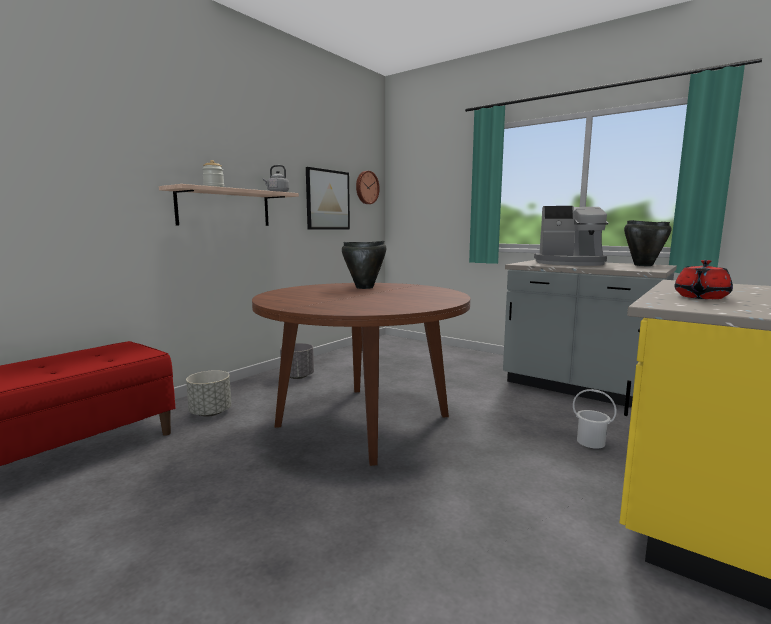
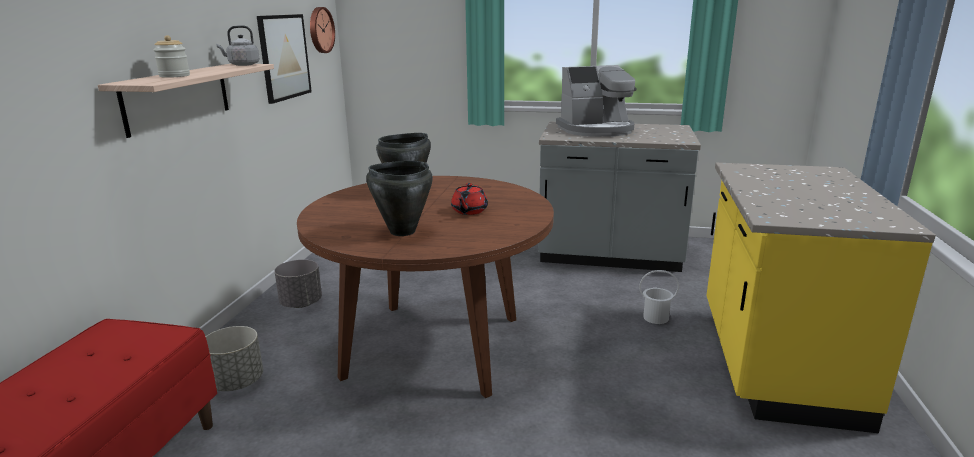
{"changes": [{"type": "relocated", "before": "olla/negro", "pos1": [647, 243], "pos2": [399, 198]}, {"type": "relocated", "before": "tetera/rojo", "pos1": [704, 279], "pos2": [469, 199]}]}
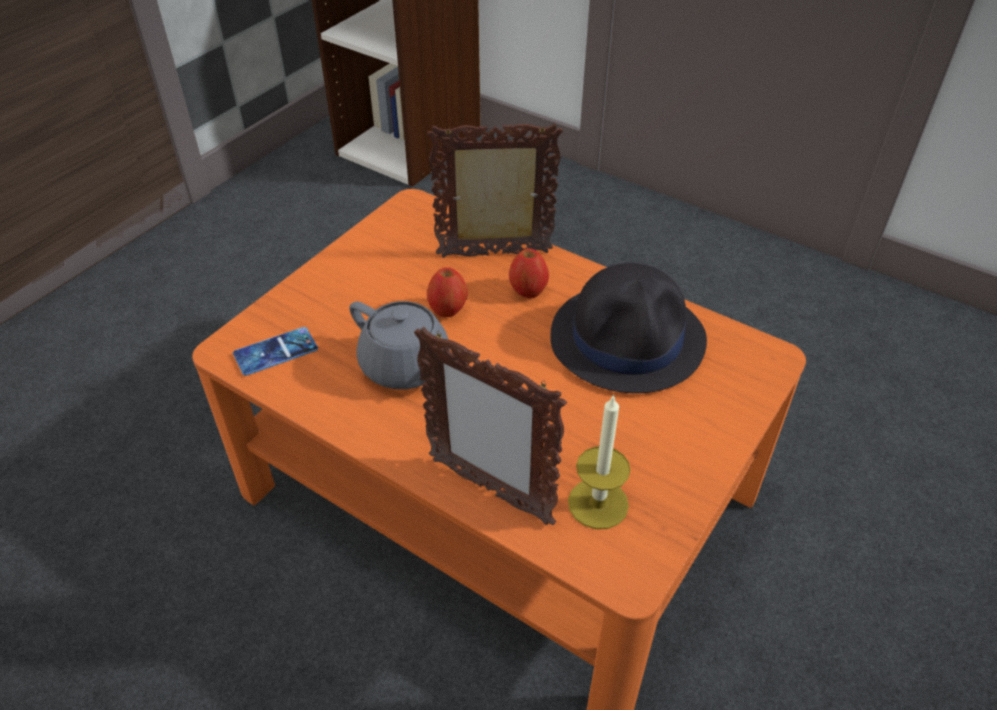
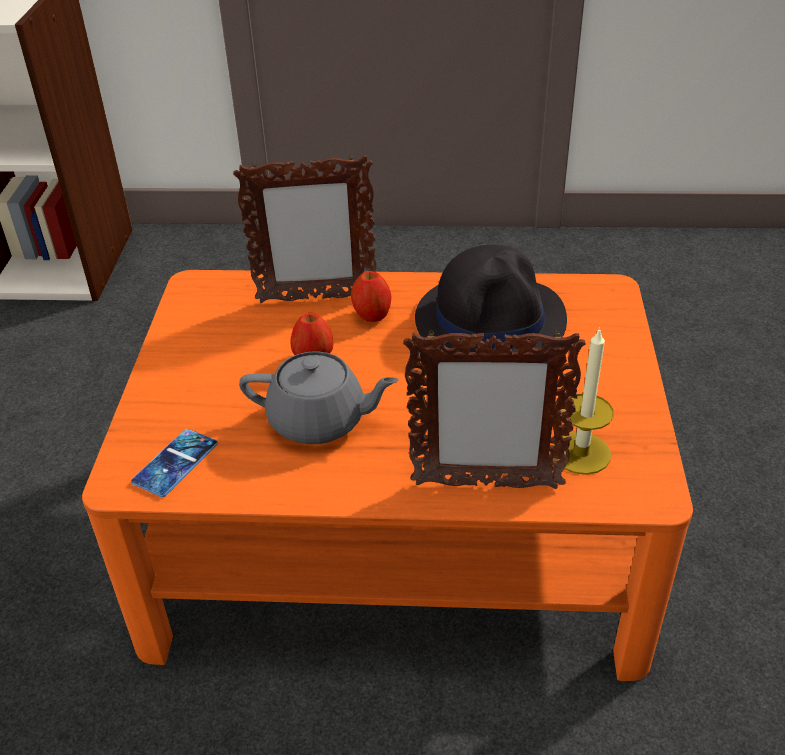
{"changes": [{"type": "spun", "before": "portarretratos", "pos1": [495, 190], "pos2": [304, 228], "turn": -150}]}
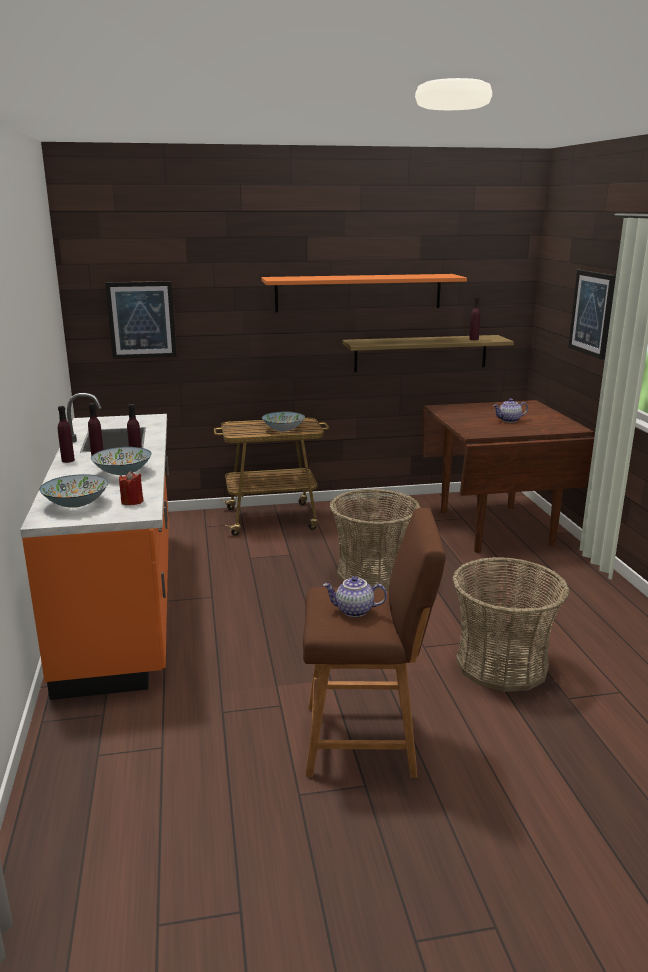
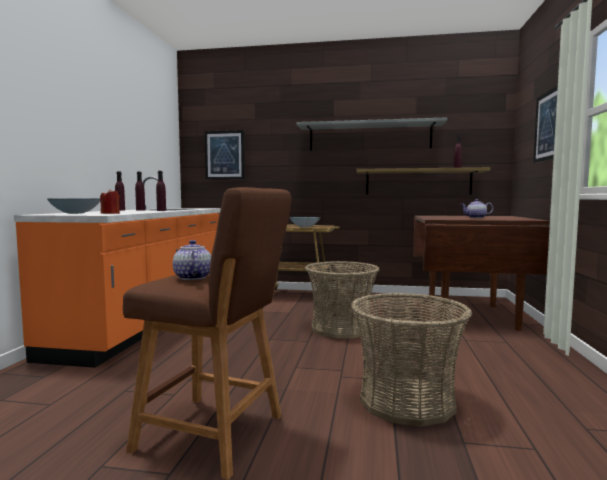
{"changes": [{"type": "missing", "before": "cuenco", "pos1": [121, 461]}, {"type": "colour", "before": "estante/naranja", "after": "estante/gris", "pos1": [364, 293], "pos2": [371, 134]}, {"type": "spun", "before": "tetera", "pos1": [355, 596], "pos2": [192, 260], "turn": 45}]}
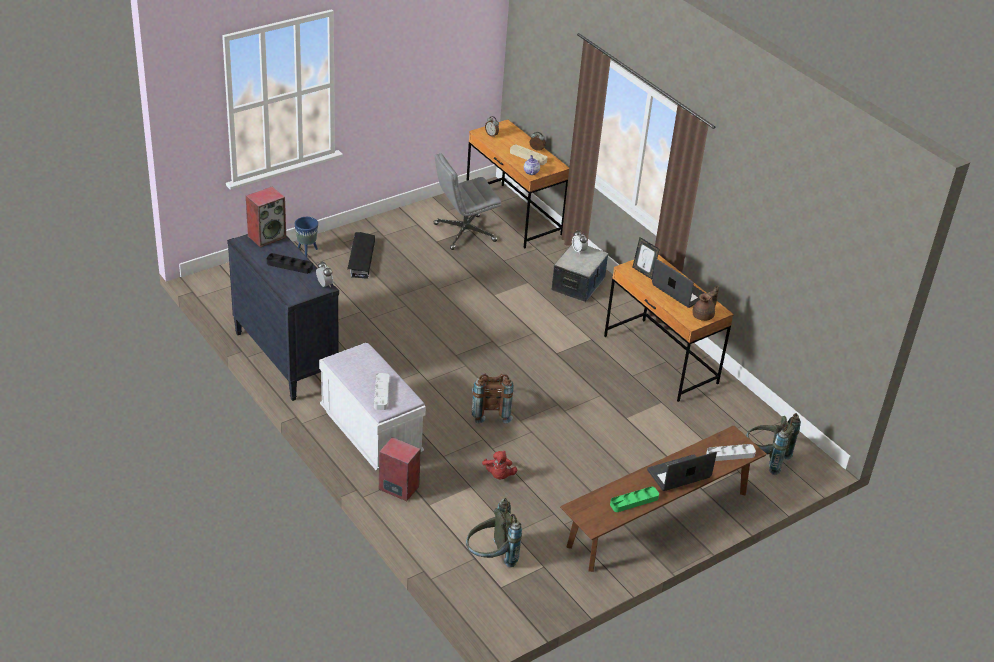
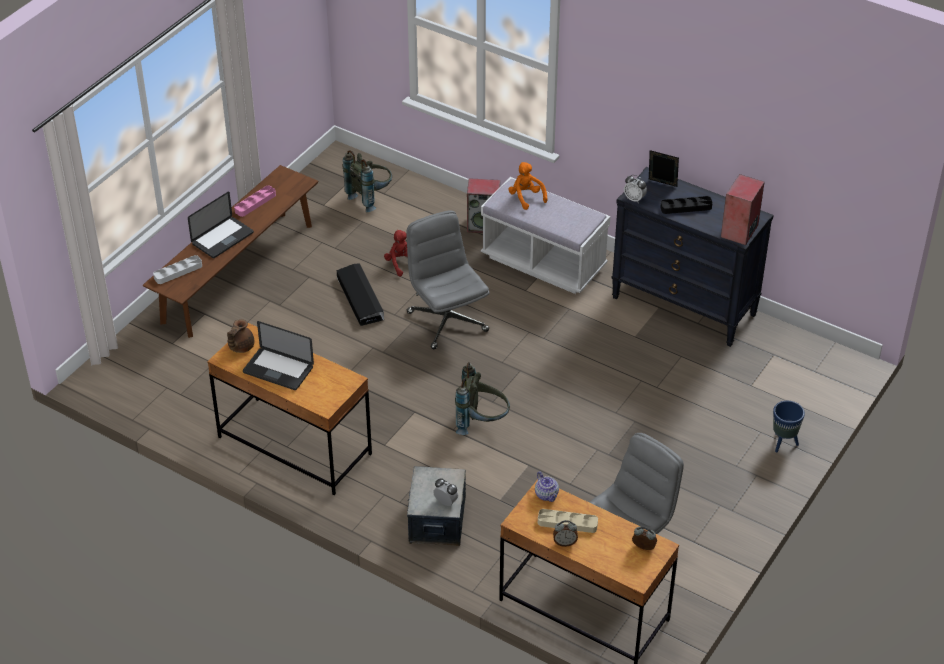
{"changes": [{"type": "relocated", "before": "caja de almacenaje/negro", "pos1": [361, 255], "pos2": [360, 294]}, {"type": "relocated", "before": "portarretratos", "pos1": [646, 258], "pos2": [664, 168]}, {"type": "relocated", "before": "mochila/gris", "pos1": [773, 444], "pos2": [482, 398]}, {"type": "exchanged", "before": "bandeja/gris", "after": "peluche/naranja", "pos1": [381, 391], "pos2": [527, 186]}, {"type": "exchanged", "before": "mochila/marrón", "after": "silla de oficina/gris", "pos1": [493, 399], "pos2": [448, 279]}, {"type": "colour", "before": "bandeja/verde", "after": "bandeja/rosa", "pos1": [634, 499], "pos2": [255, 201]}]}
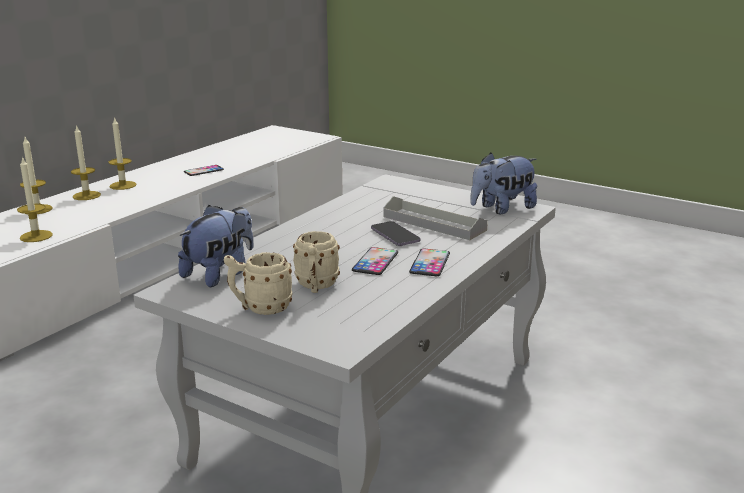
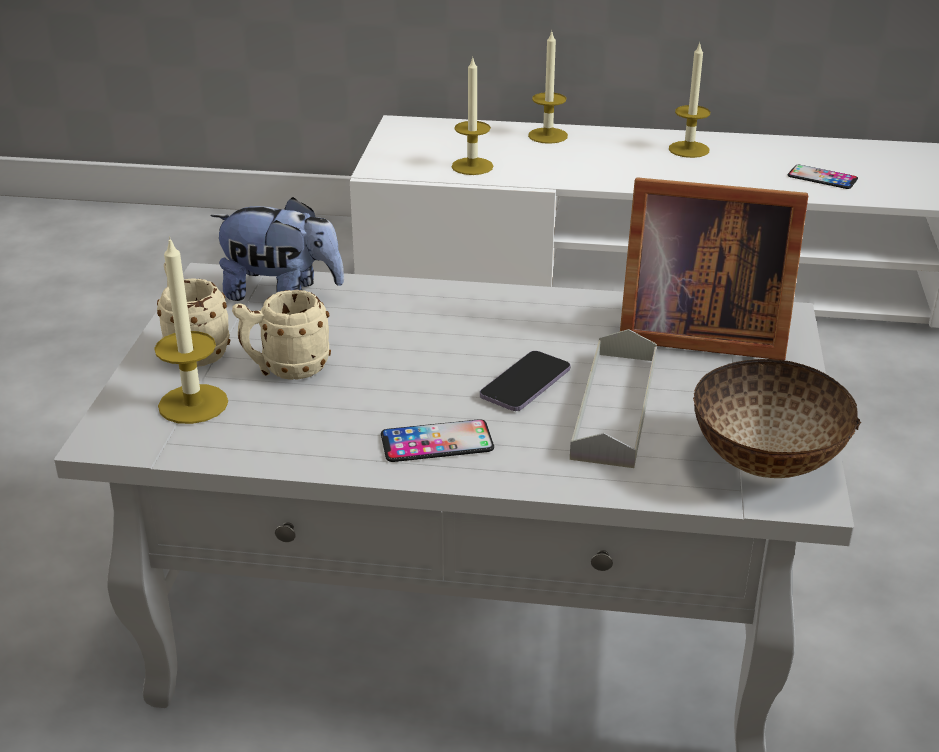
{"changes": [{"type": "missing", "before": "móvil", "pos1": [375, 261]}, {"type": "appeared", "after": "portarretratos", "pos2": [714, 268]}, {"type": "relocated", "before": "vela", "pos1": [86, 162], "pos2": [191, 330]}, {"type": "exchanged", "before": "peluche", "after": "cuenco", "pos1": [503, 183], "pos2": [777, 418]}]}
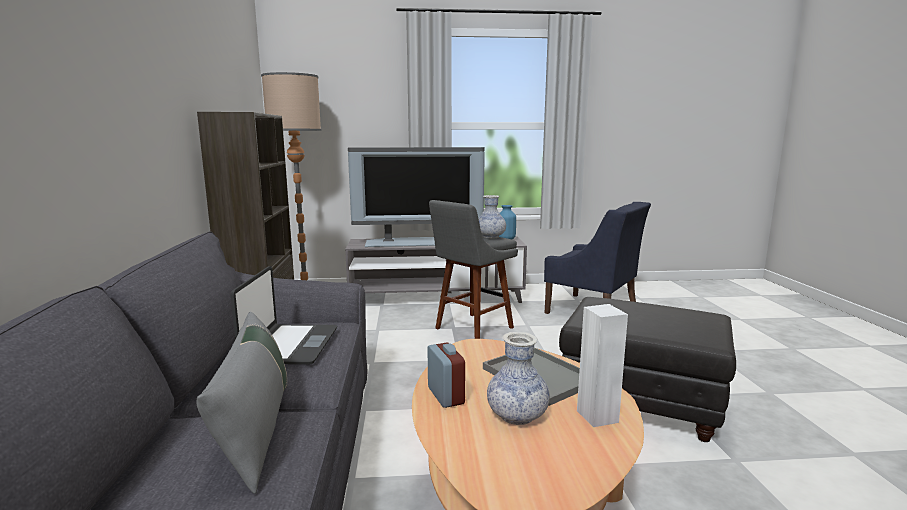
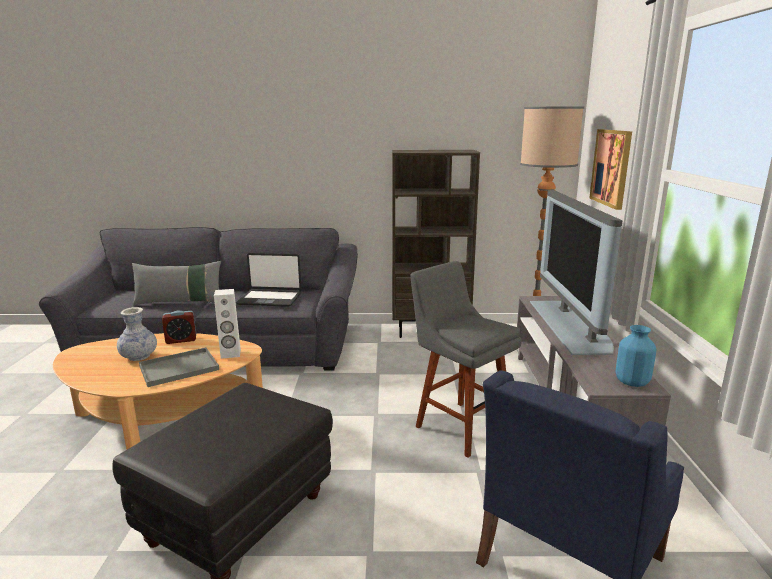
{"changes": [{"type": "missing", "before": "florero", "pos1": [492, 217]}, {"type": "appeared", "after": "cuadro", "pos2": [611, 169]}, {"type": "relocated", "before": "altavoz/blanco", "pos1": [602, 365], "pos2": [227, 324]}]}
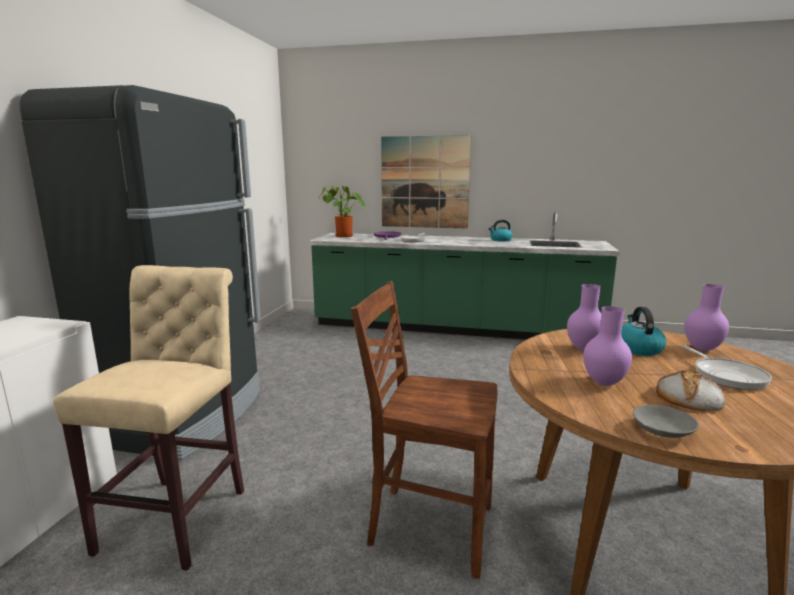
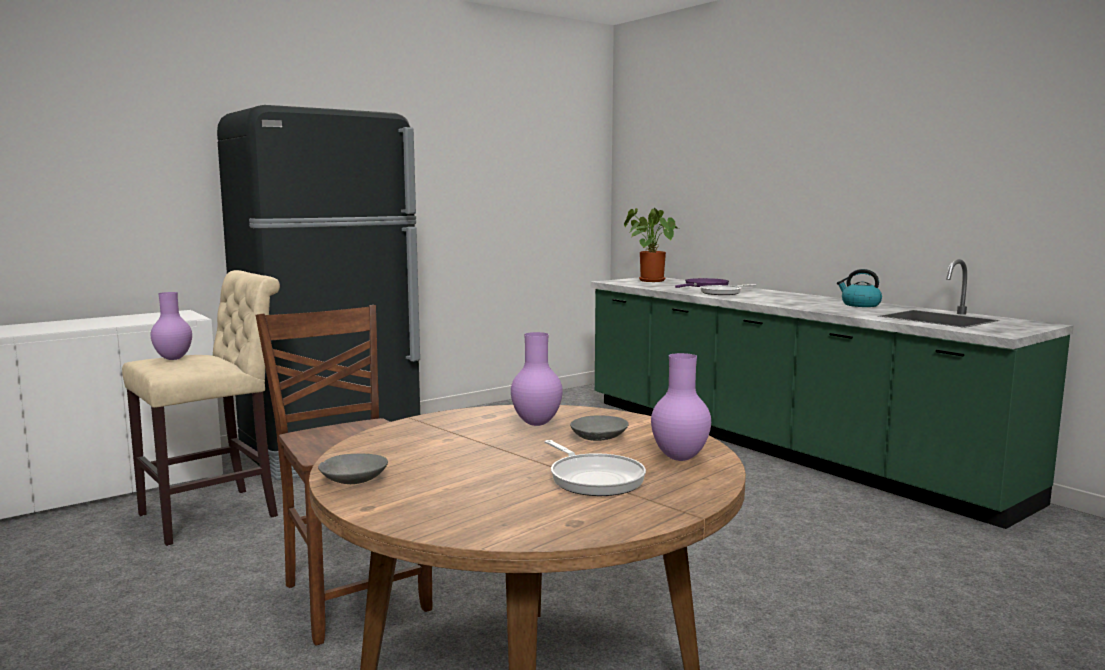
{"changes": [{"type": "missing", "before": "cuadro", "pos1": [426, 182]}, {"type": "missing", "before": "pan", "pos1": [690, 391]}, {"type": "relocated", "before": "florero/morado", "pos1": [607, 346], "pos2": [171, 326]}, {"type": "exchanged", "before": "hervidor", "after": "cuenco/gris", "pos1": [643, 331], "pos2": [599, 428]}, {"type": "spun", "before": "sartén", "pos1": [726, 367], "pos2": [595, 468], "turn": -60}]}
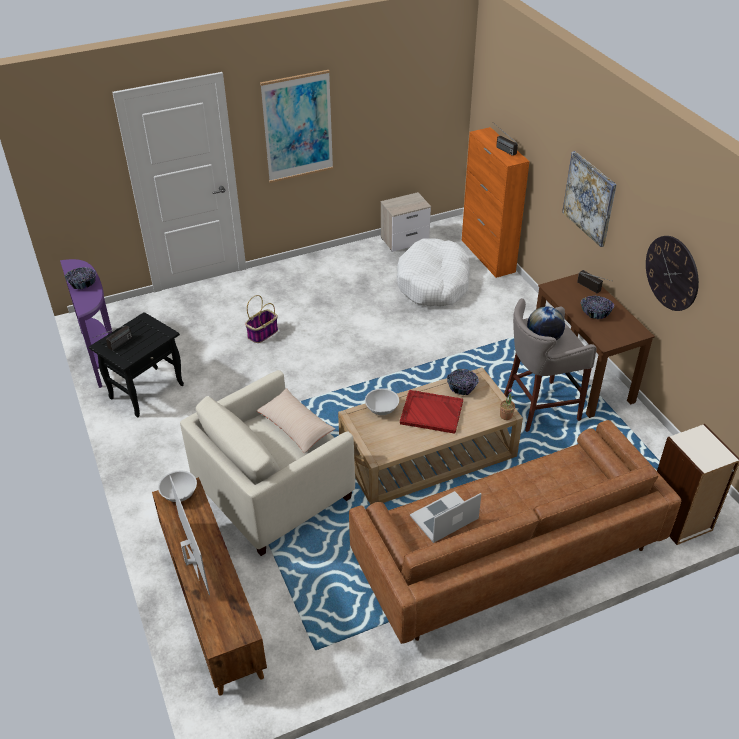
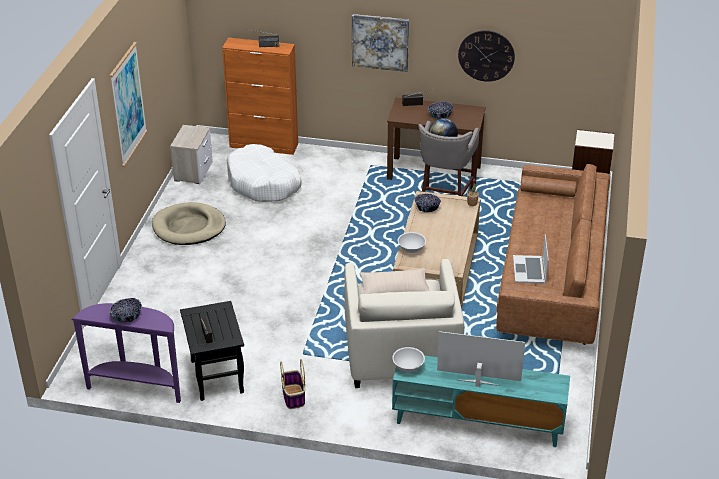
{"changes": [{"type": "missing", "before": "bandeja/rojo", "pos1": [431, 411]}, {"type": "appeared", "after": "cama para perro/beis", "pos2": [189, 223]}, {"type": "relocated", "before": "cesta", "pos1": [261, 319], "pos2": [292, 384]}, {"type": "colour", "before": "mueble de televisión/marrón", "after": "mueble de televisión/turquesa", "pos1": [209, 586], "pos2": [481, 401]}]}
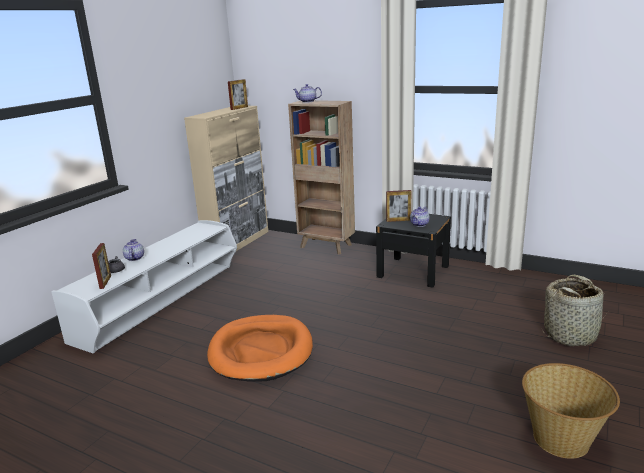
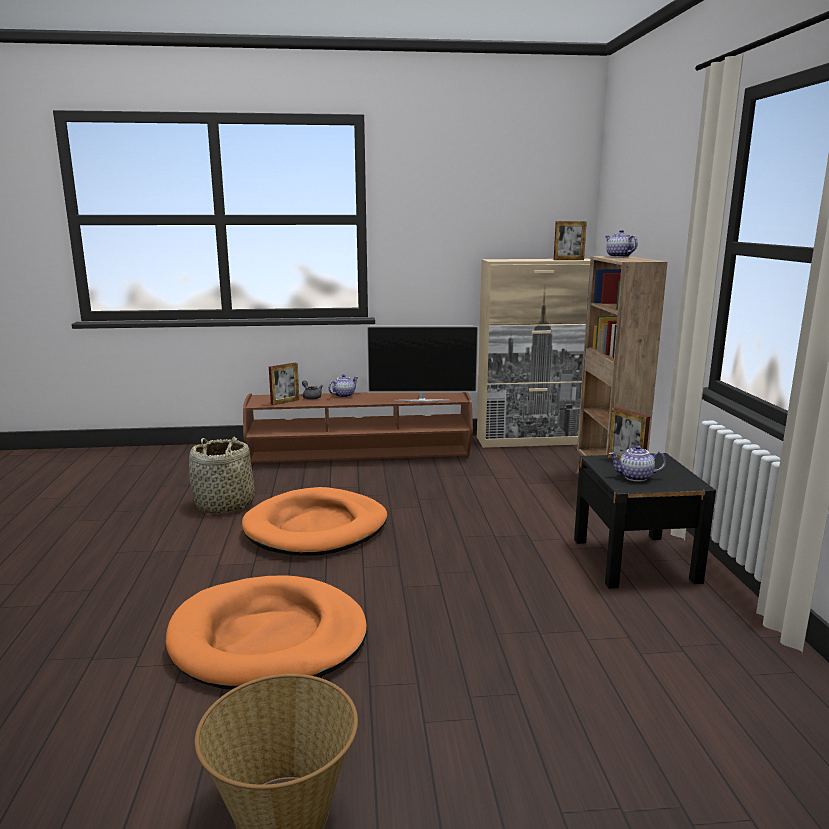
{"changes": [{"type": "appeared", "after": "cama para perro/naranja", "pos2": [266, 632]}, {"type": "appeared", "after": "televisor", "pos2": [422, 364]}, {"type": "relocated", "before": "cesta", "pos1": [575, 310], "pos2": [222, 475]}, {"type": "colour", "before": "mueble de televisión/blanco", "after": "mueble de televisión/marrón", "pos1": [144, 287], "pos2": [358, 427]}]}
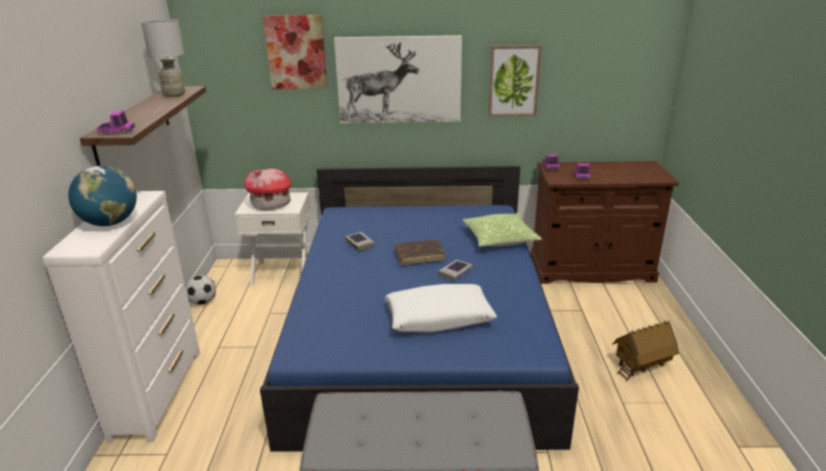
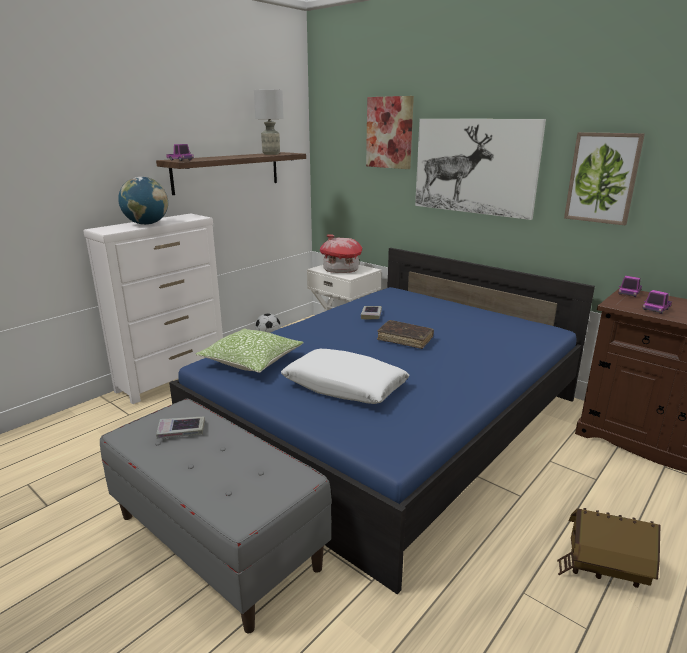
{"changes": [{"type": "relocated", "before": "libro", "pos1": [455, 270], "pos2": [180, 428]}, {"type": "relocated", "before": "cojín", "pos1": [502, 230], "pos2": [249, 350]}]}
